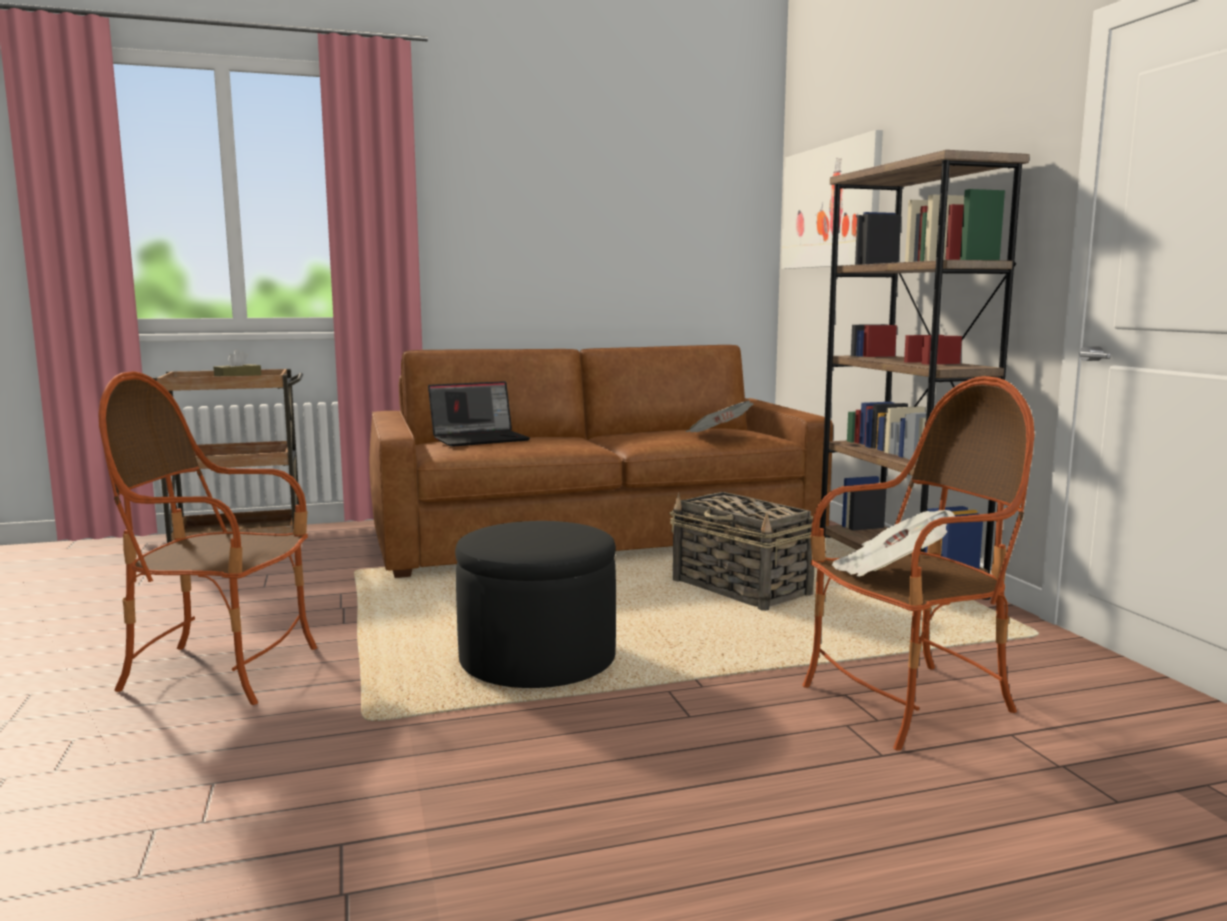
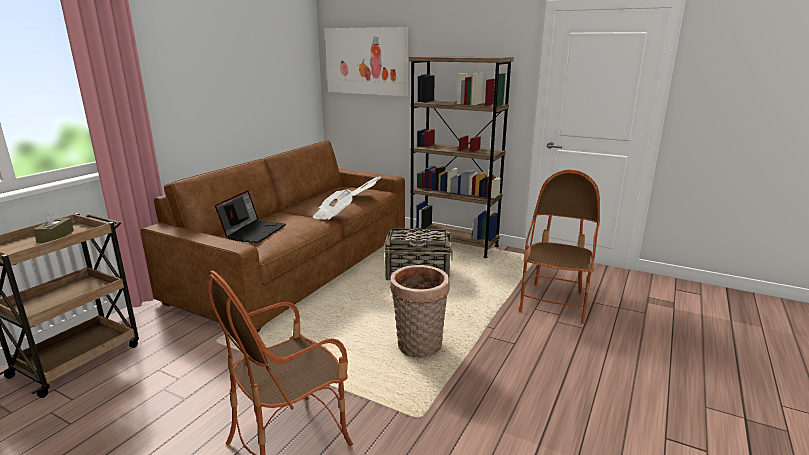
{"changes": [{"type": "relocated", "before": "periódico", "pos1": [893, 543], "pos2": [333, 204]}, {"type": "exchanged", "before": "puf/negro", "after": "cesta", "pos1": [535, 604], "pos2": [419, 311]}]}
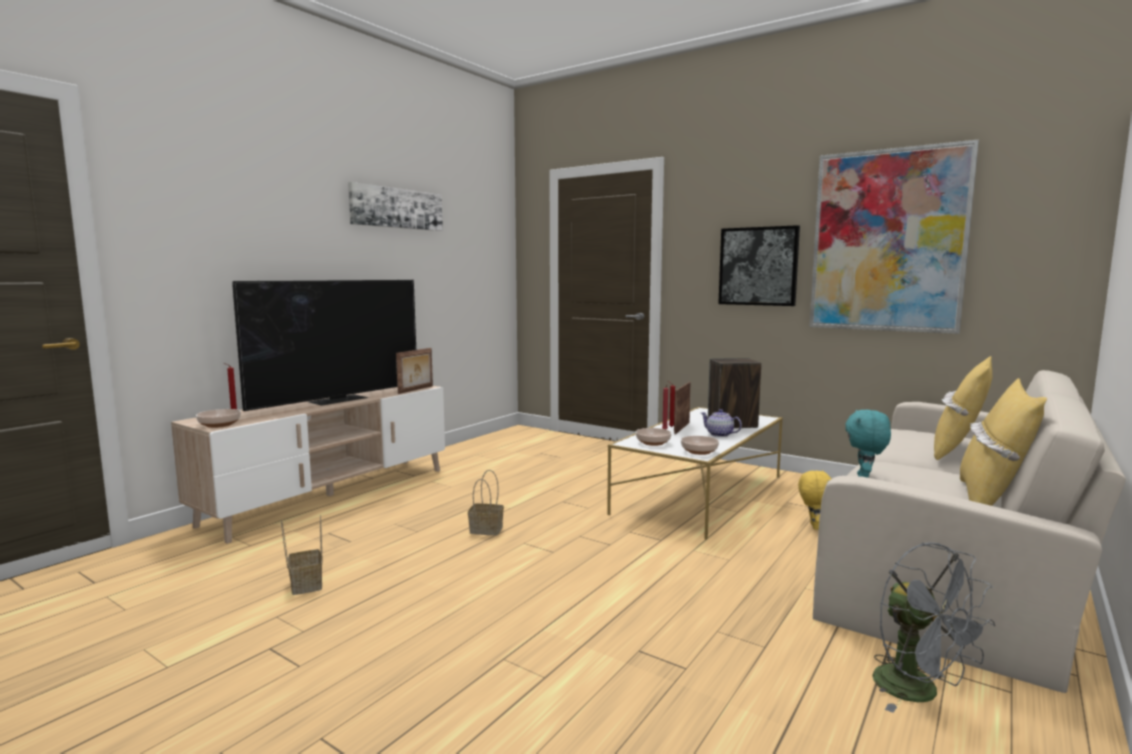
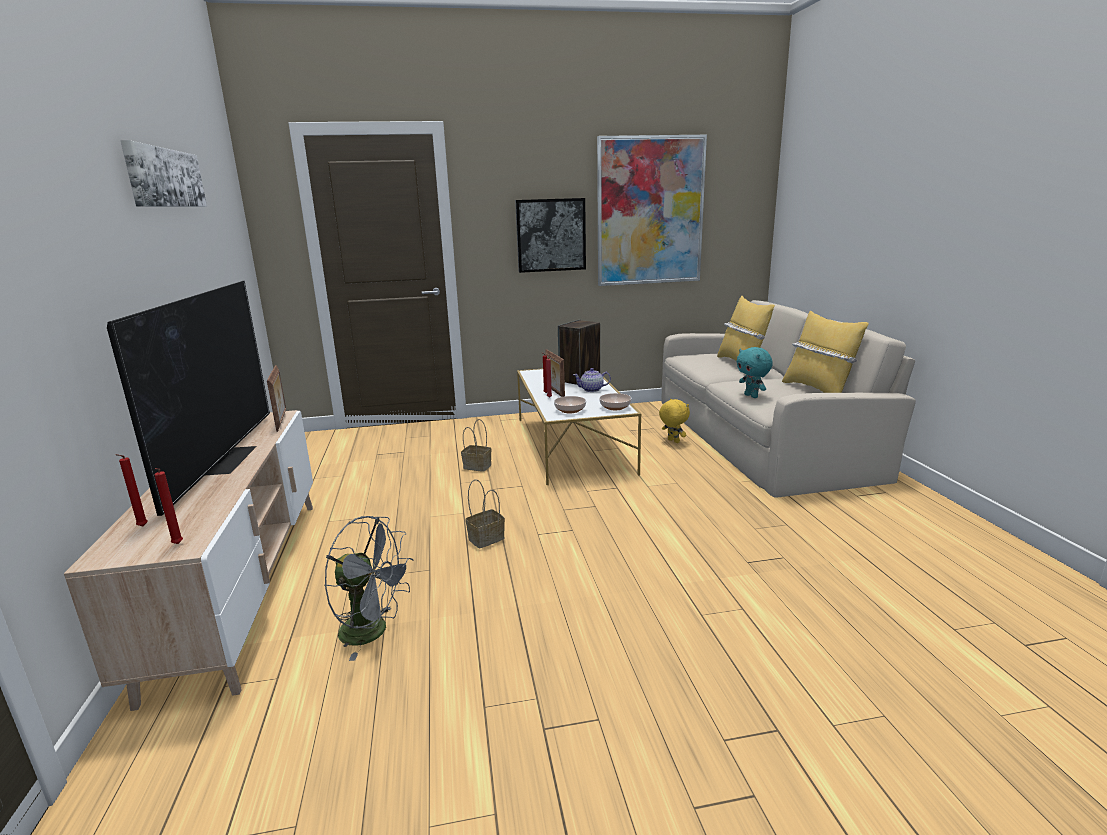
{"changes": [{"type": "relocated", "before": "cesta", "pos1": [302, 555], "pos2": [476, 445]}, {"type": "relocated", "before": "ventilador/gris", "pos1": [934, 627], "pos2": [368, 588]}, {"type": "exchanged", "before": "cuenco", "after": "vela/rojo", "pos1": [218, 418], "pos2": [168, 506]}]}
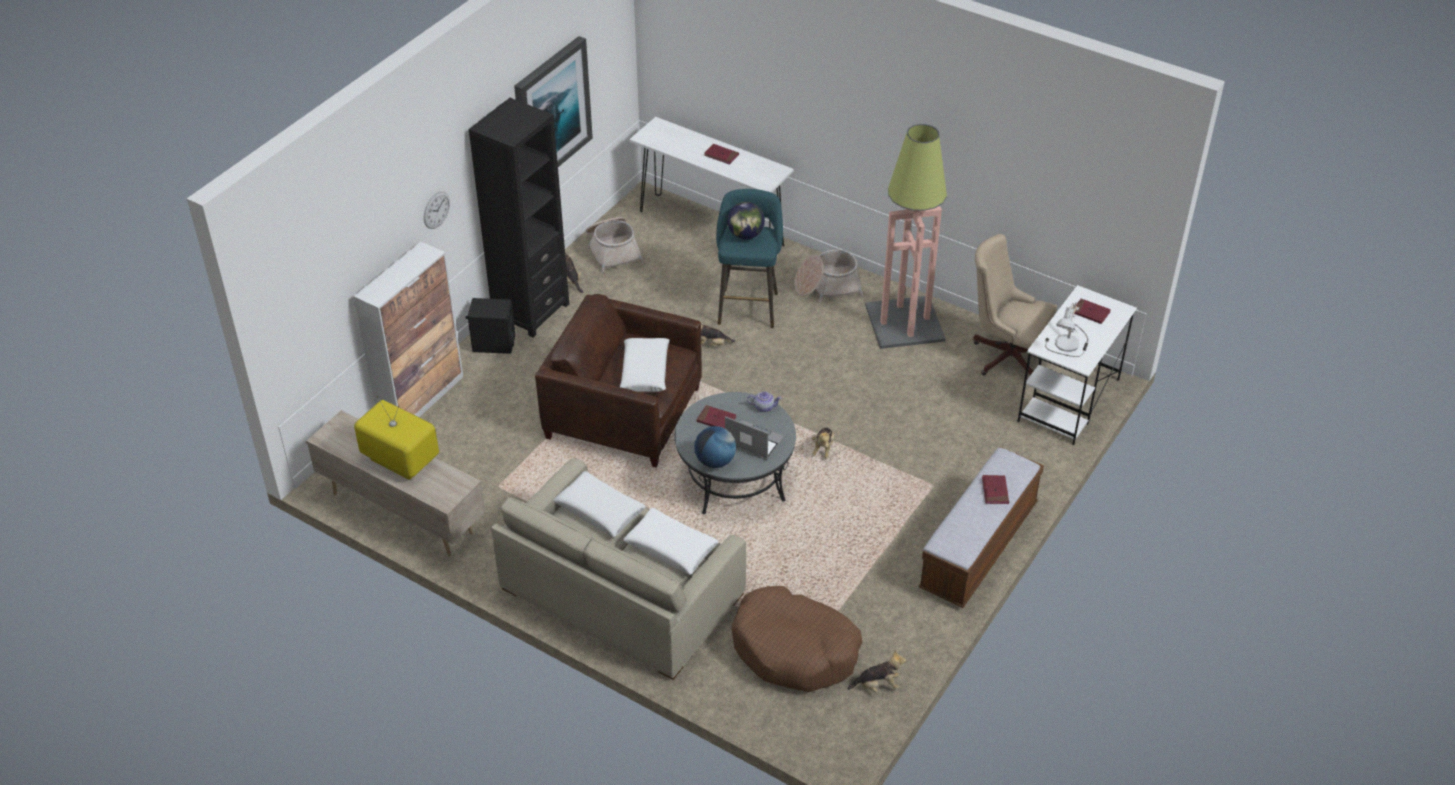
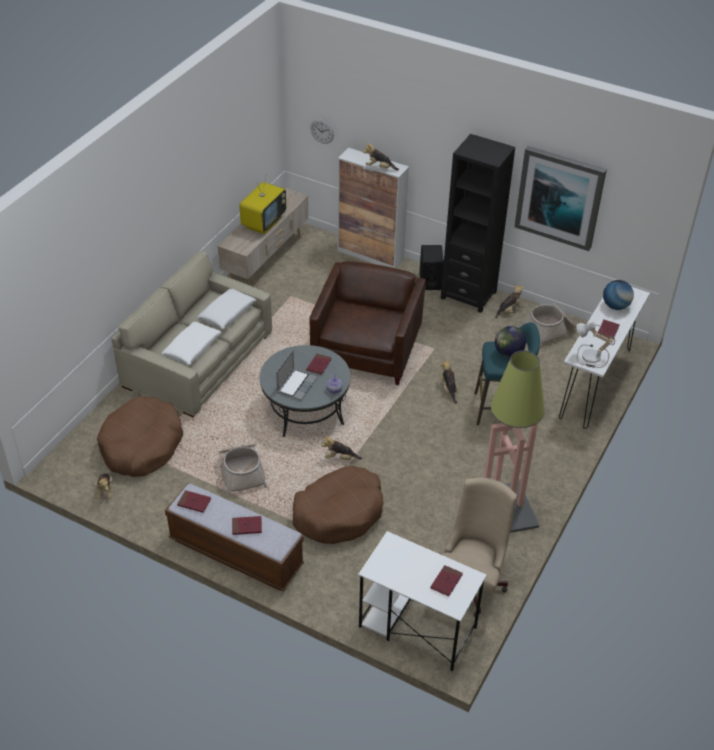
{"changes": [{"type": "missing", "before": "cojín/blanco", "pos1": [645, 365]}, {"type": "appeared", "after": "libro/rojo", "pos2": [194, 501]}, {"type": "appeared", "after": "cama para perro/marrón", "pos2": [337, 505]}, {"type": "appeared", "after": "peluche", "pos2": [381, 156]}, {"type": "relocated", "before": "reloj de pared", "pos1": [437, 210], "pos2": [322, 131]}, {"type": "relocated", "before": "globo terráqueo", "pos1": [715, 447], "pos2": [618, 295]}, {"type": "relocated", "before": "cesta", "pos1": [828, 276], "pos2": [242, 470]}, {"type": "relocated", "before": "lámpara de mesa", "pos1": [1066, 329], "pos2": [596, 345]}]}
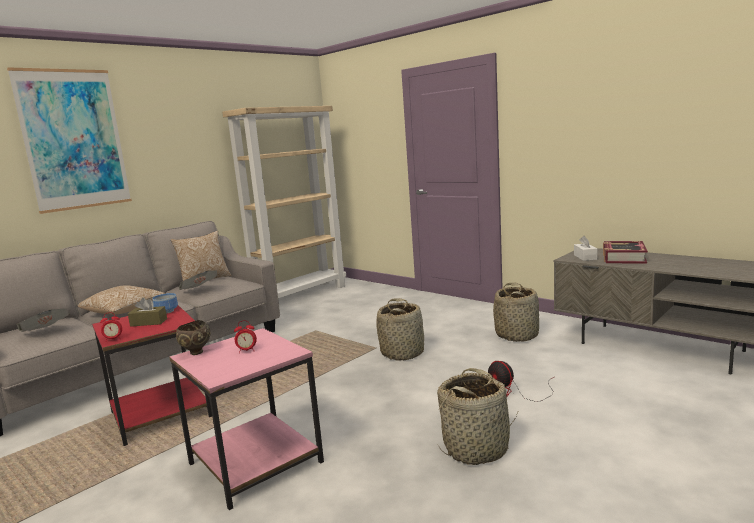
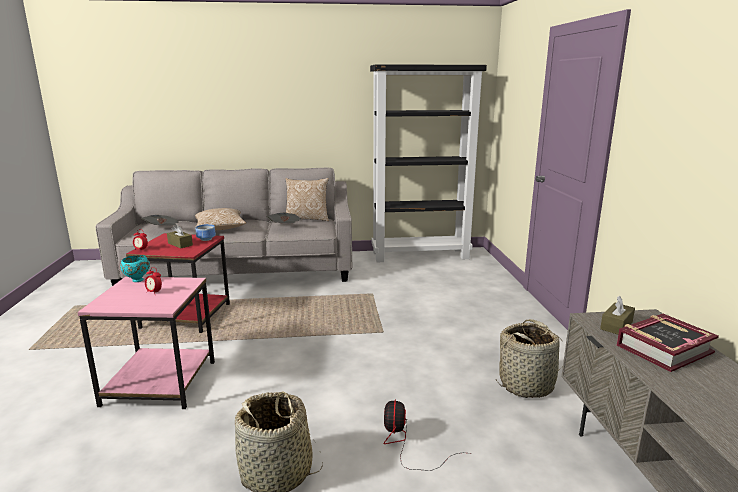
{"changes": [{"type": "missing", "before": "cuadro", "pos1": [69, 140]}, {"type": "missing", "before": "cesta", "pos1": [400, 329]}, {"type": "colour", "before": "cuenco/marrón", "after": "cuenco/turquesa", "pos1": [193, 337], "pos2": [135, 268]}, {"type": "colour", "before": "estantería/beis", "after": "estantería/negro", "pos1": [284, 202], "pos2": [428, 163]}, {"type": "colour", "before": "caja de pañuelos/blanco", "after": "caja de pañuelos/marrón", "pos1": [585, 248], "pos2": [617, 315]}]}
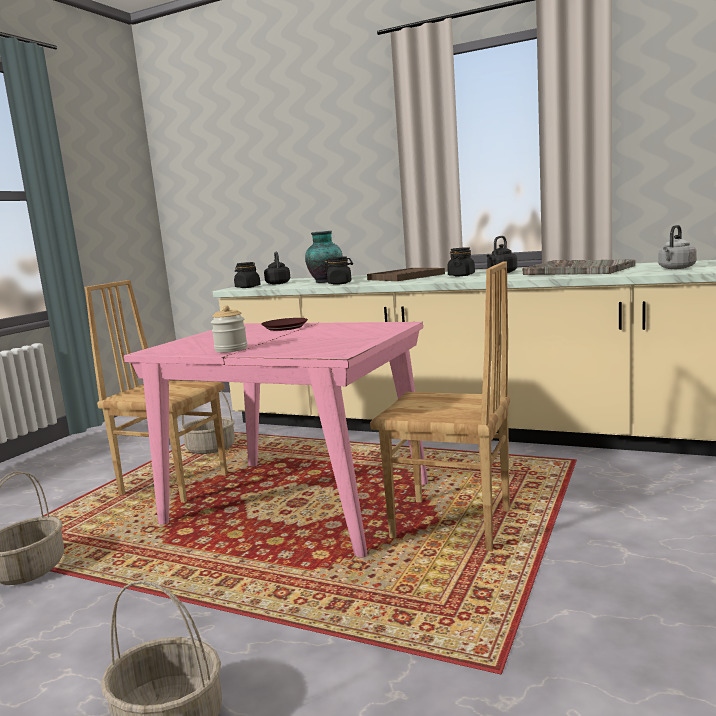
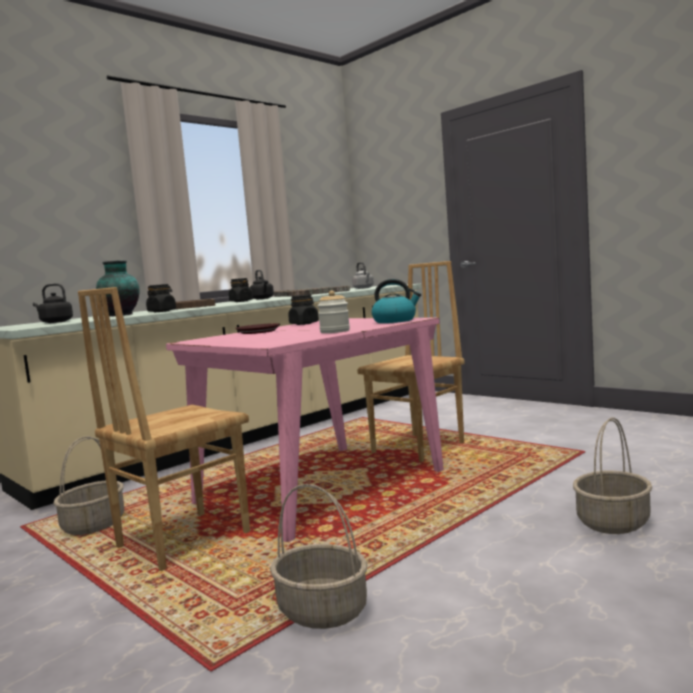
{"changes": [{"type": "appeared", "after": "hervidor", "pos2": [396, 301]}, {"type": "relocated", "before": "tarro/negro", "pos1": [247, 275], "pos2": [303, 310]}]}
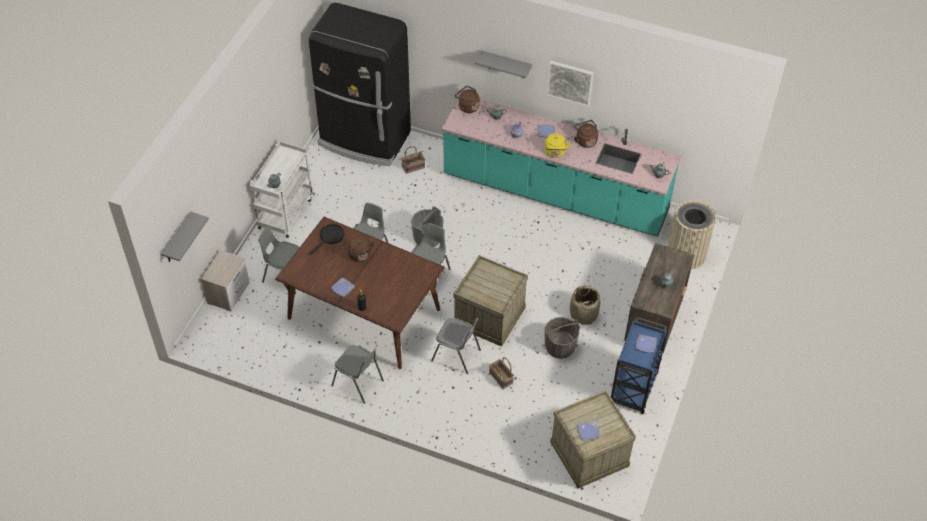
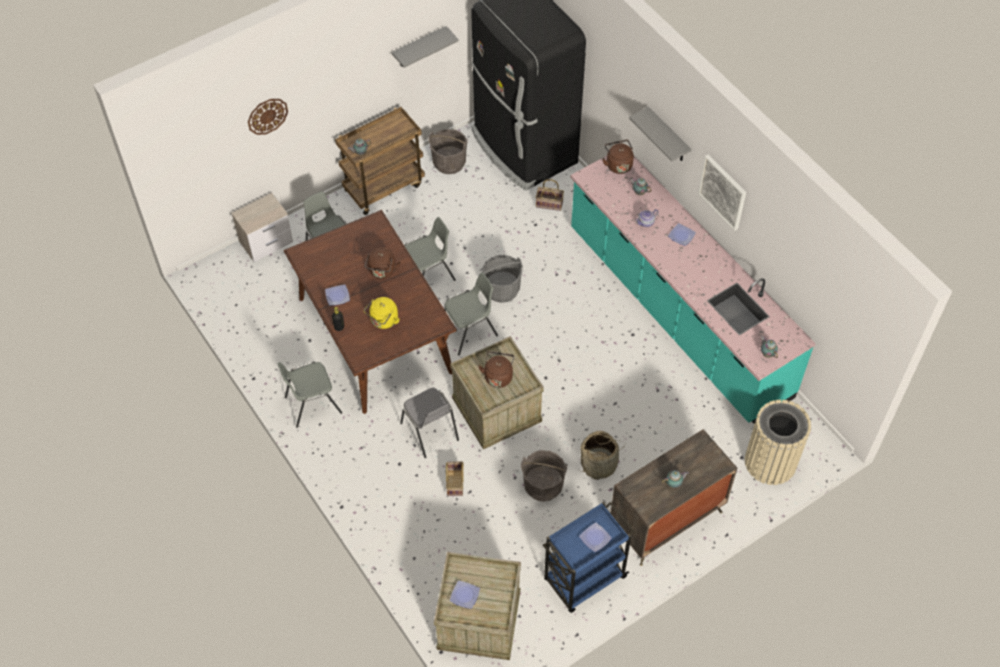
{"changes": [{"type": "missing", "before": "sartén/negro", "pos1": [327, 239]}, {"type": "appeared", "after": "reloj de pared", "pos2": [268, 117]}, {"type": "appeared", "after": "cubo/gris", "pos2": [448, 151]}, {"type": "relocated", "before": "estante/gris", "pos1": [185, 236], "pos2": [425, 47]}, {"type": "relocated", "before": "hervidor/amarillo", "pos1": [557, 145], "pos2": [381, 313]}, {"type": "relocated", "before": "hervidor/marrón", "pos1": [586, 134], "pos2": [496, 369]}, {"type": "colour", "before": "carrito/blanco", "after": "carrito/marrón", "pos1": [281, 189], "pos2": [380, 161]}, {"type": "spun", "before": "silla/gris", "pos1": [357, 374], "pos2": [309, 395], "turn": 90}]}
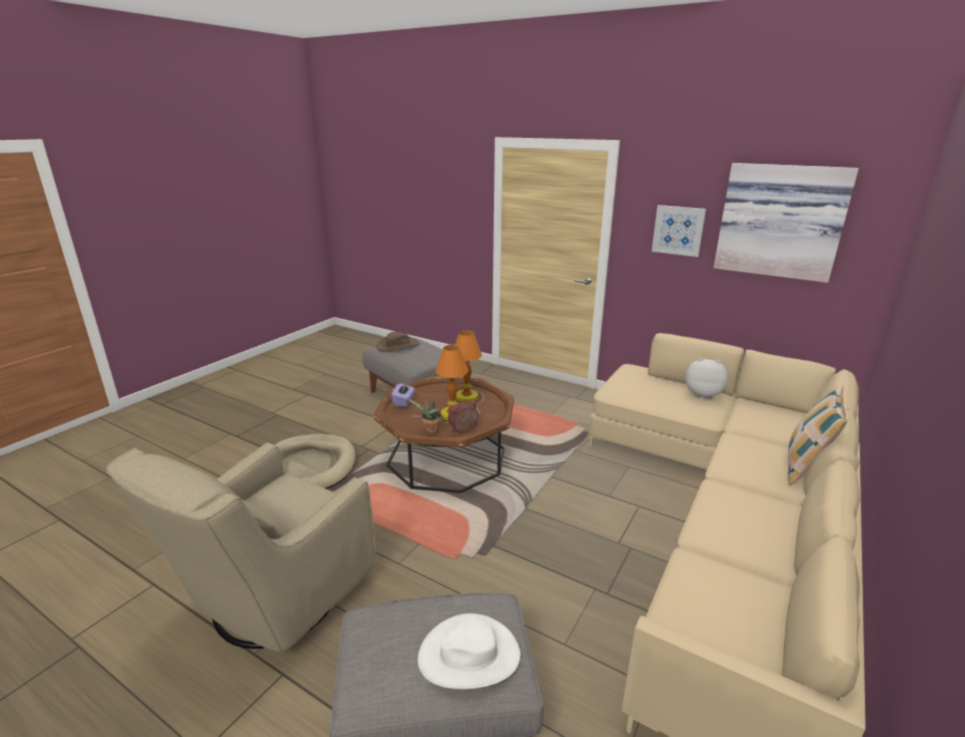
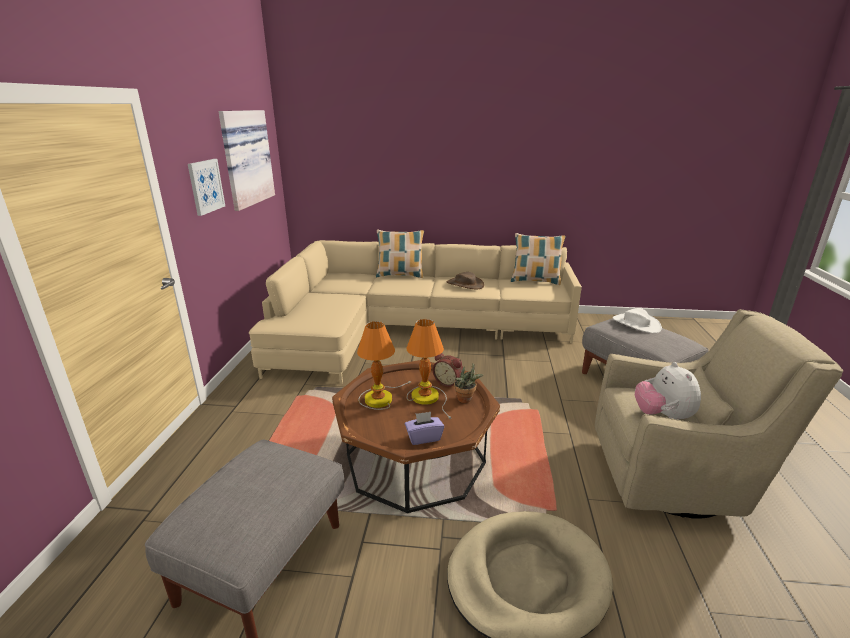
{"changes": [{"type": "appeared", "after": "cojín", "pos2": [538, 259]}, {"type": "relocated", "before": "sombrero/marrón", "pos1": [397, 341], "pos2": [465, 280]}, {"type": "relocated", "before": "peluche", "pos1": [706, 378], "pos2": [668, 391]}]}
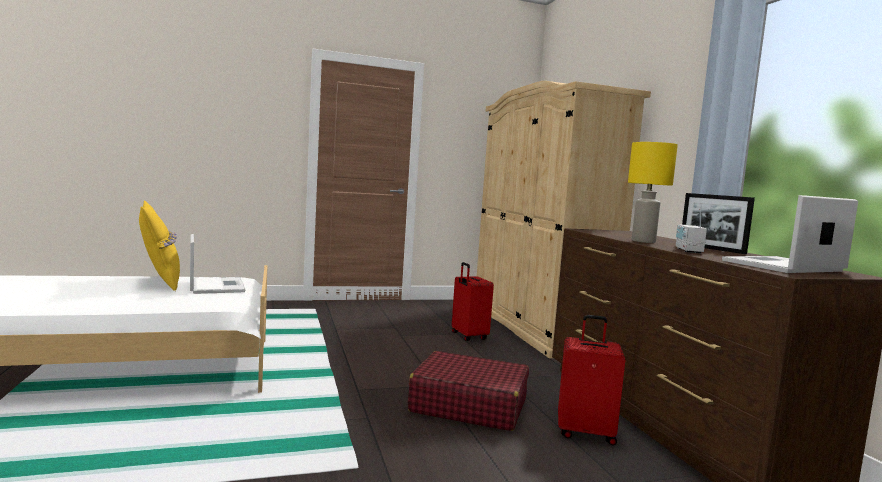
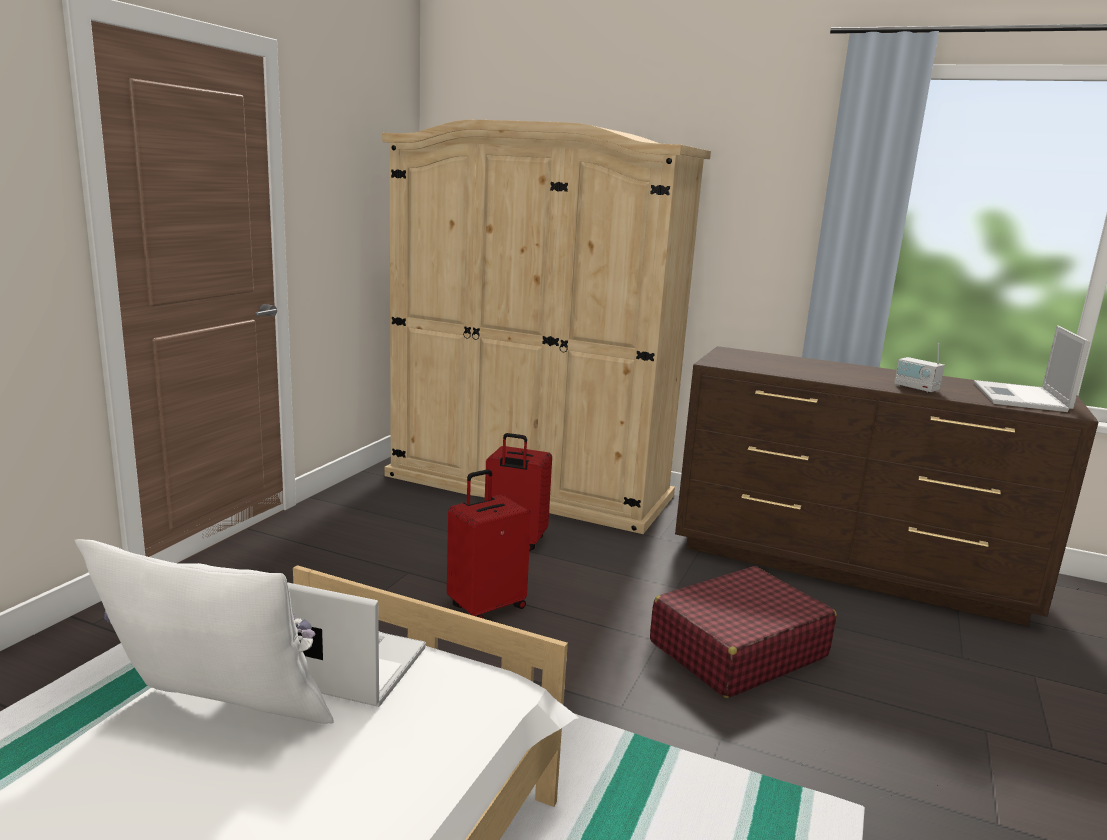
{"changes": [{"type": "missing", "before": "lámpara de mesa/amarillo", "pos1": [653, 192]}, {"type": "missing", "before": "portarretratos", "pos1": [718, 223]}, {"type": "relocated", "before": "maleta/rojo", "pos1": [592, 380], "pos2": [489, 544]}, {"type": "colour", "before": "cojín/amarillo", "after": "cojín/blanco", "pos1": [159, 246], "pos2": [204, 631]}]}
